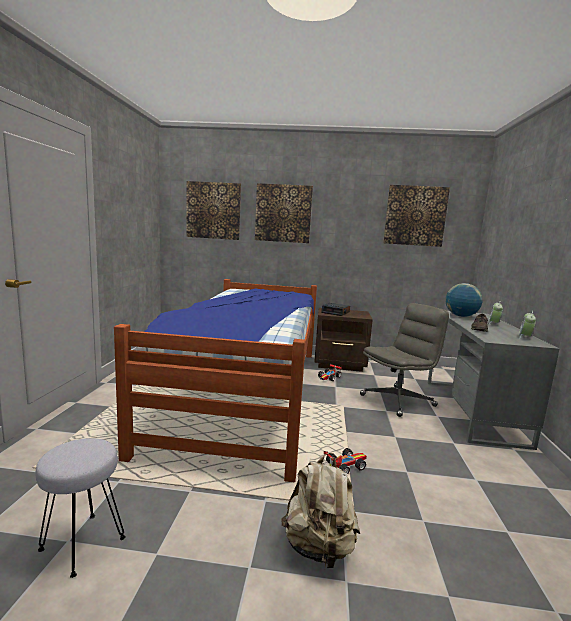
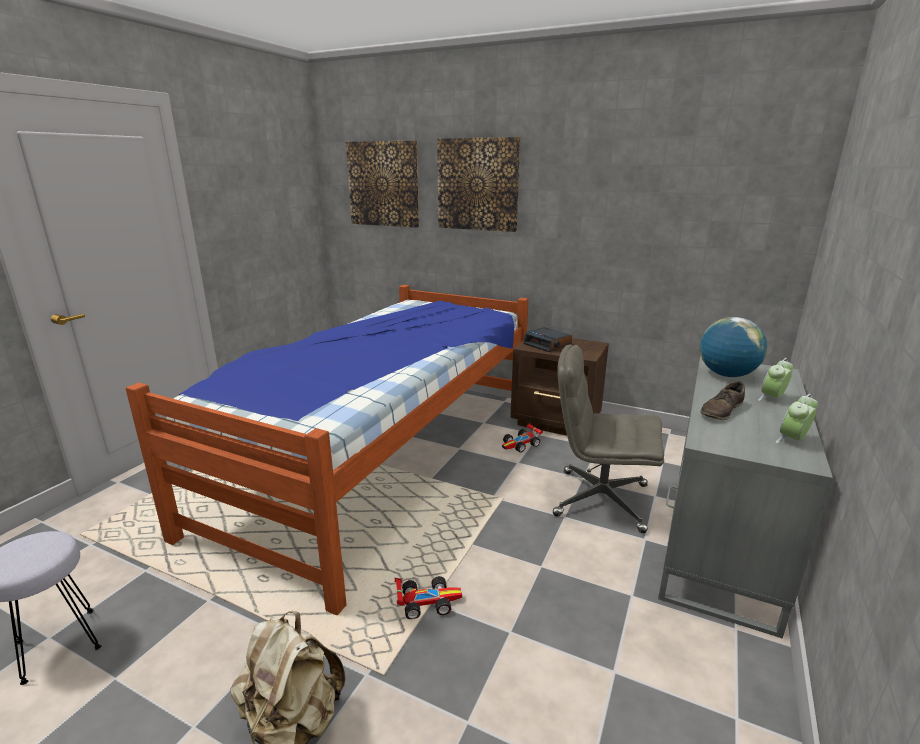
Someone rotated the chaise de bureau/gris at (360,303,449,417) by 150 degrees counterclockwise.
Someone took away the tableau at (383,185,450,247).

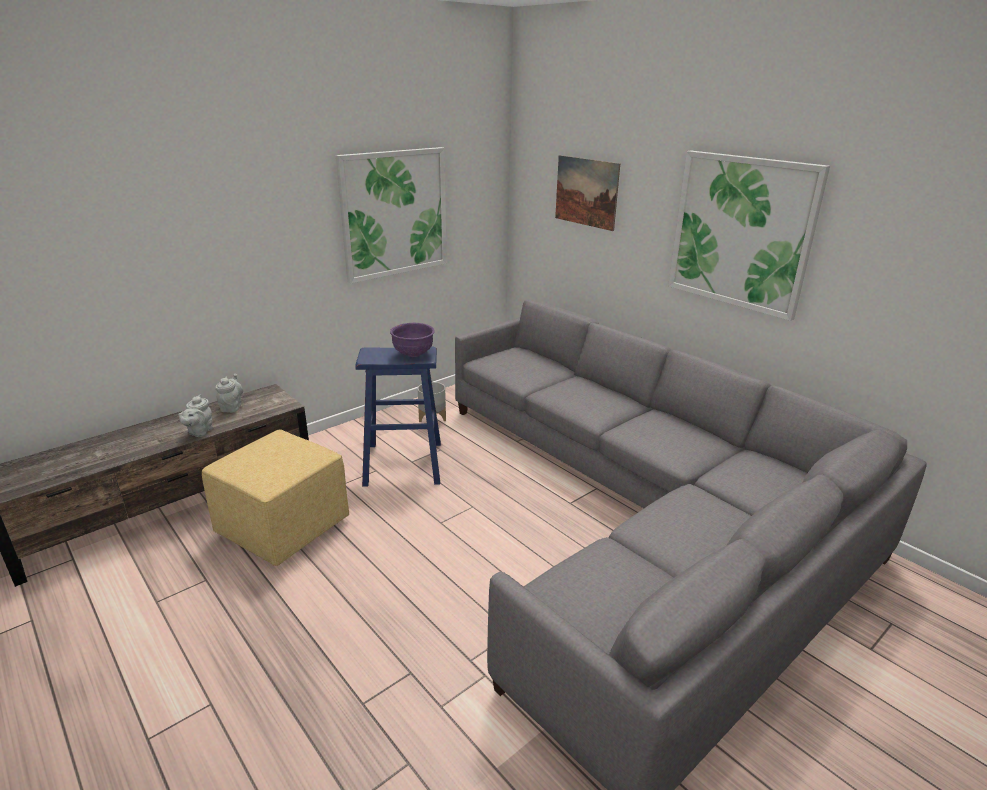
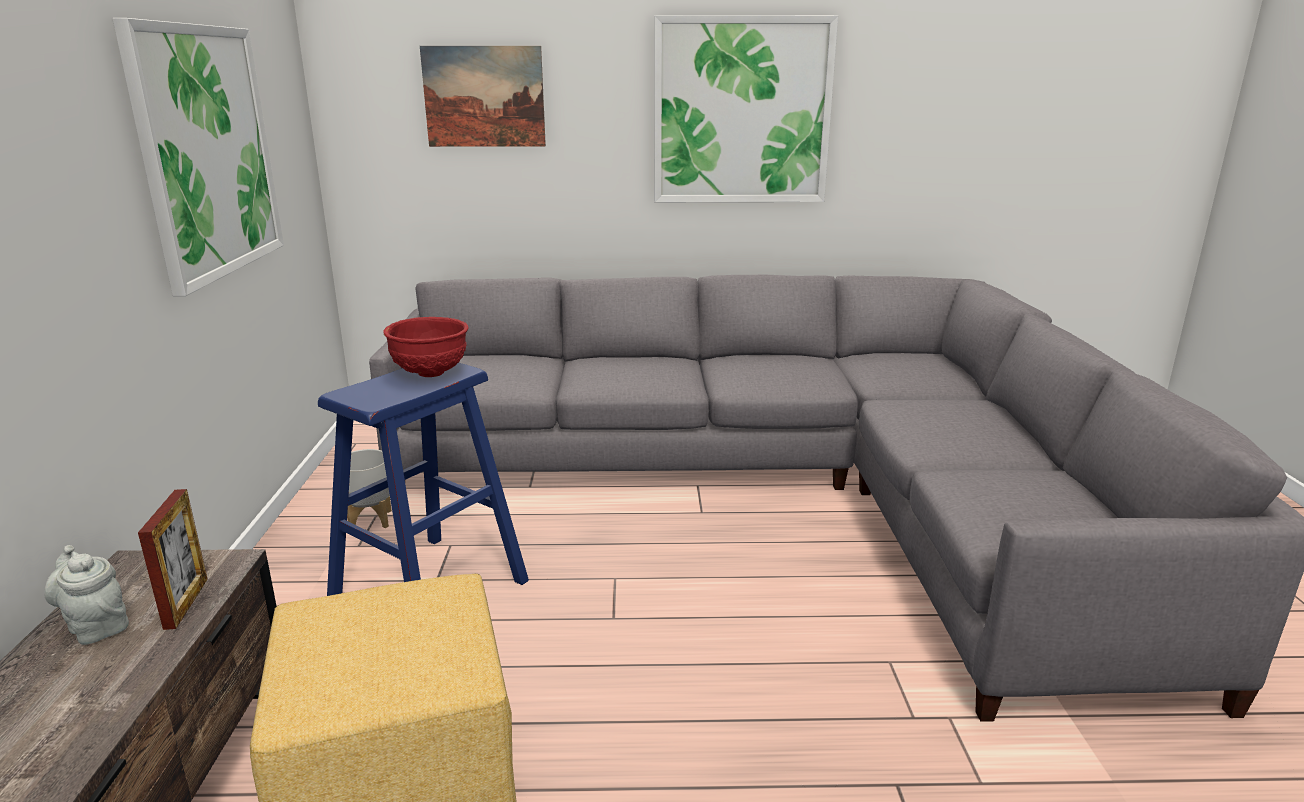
Someone took away the théière/gris at (178,395,213,437).
Someone repainted the bol/violet at (390,323,435,357), which became the bol/rouge at (383,317,468,377).
Someone put down the cadre photo at (138,489,208,630).

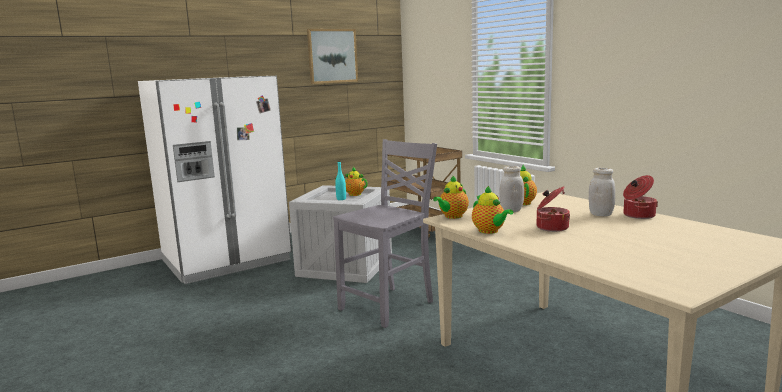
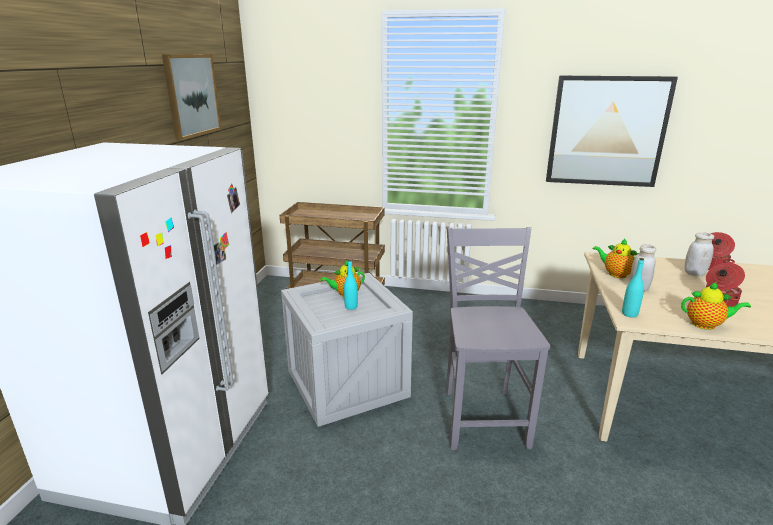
Someone swapped the théière at (433,175,469,219) for the bouteille/turquoise at (622,258,644,318).
Someone put up the tableau at (546,76,678,187).

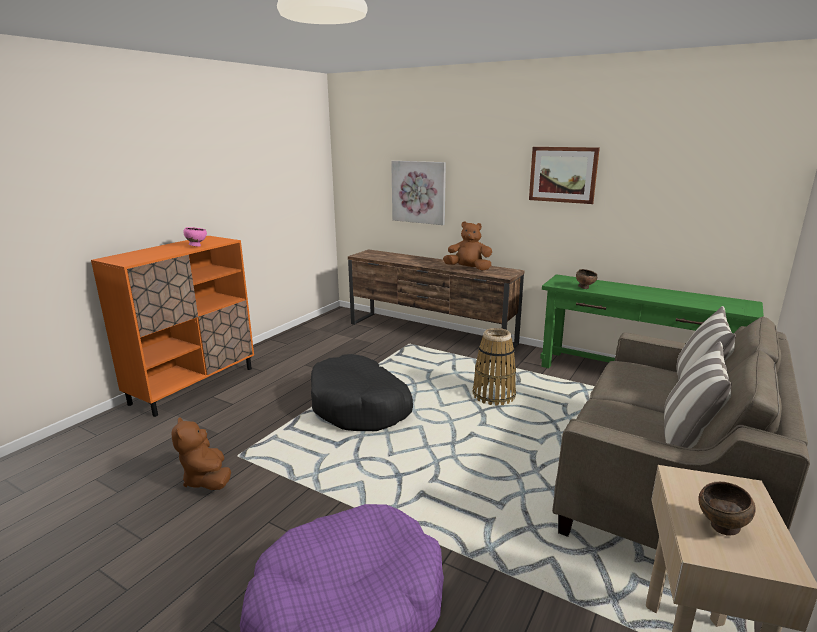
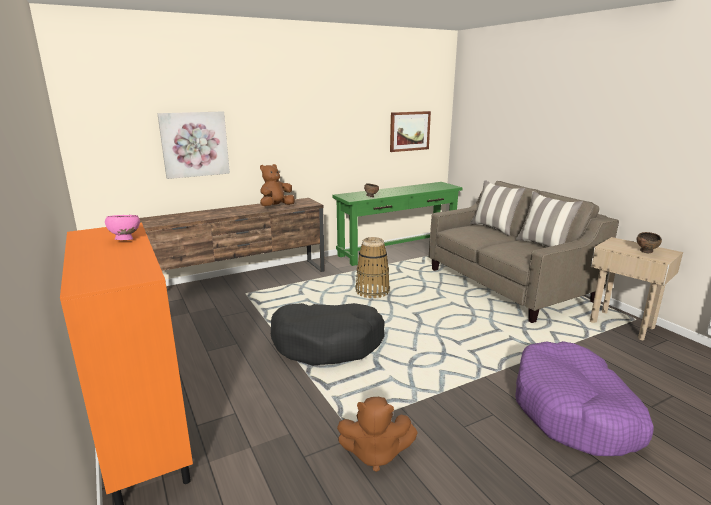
Someone carried the tableau from (529,147,600,204) to (390,111,431,152).

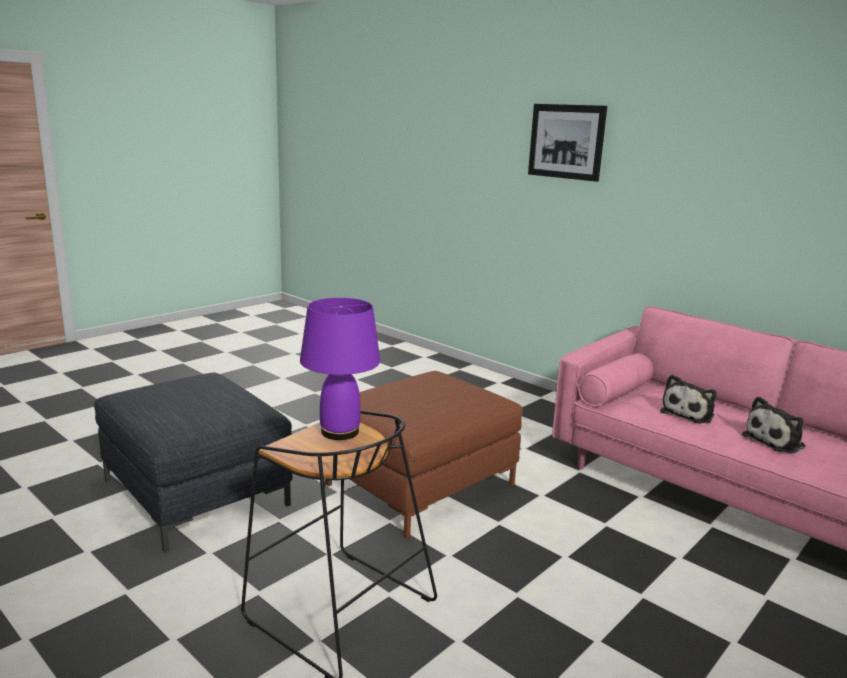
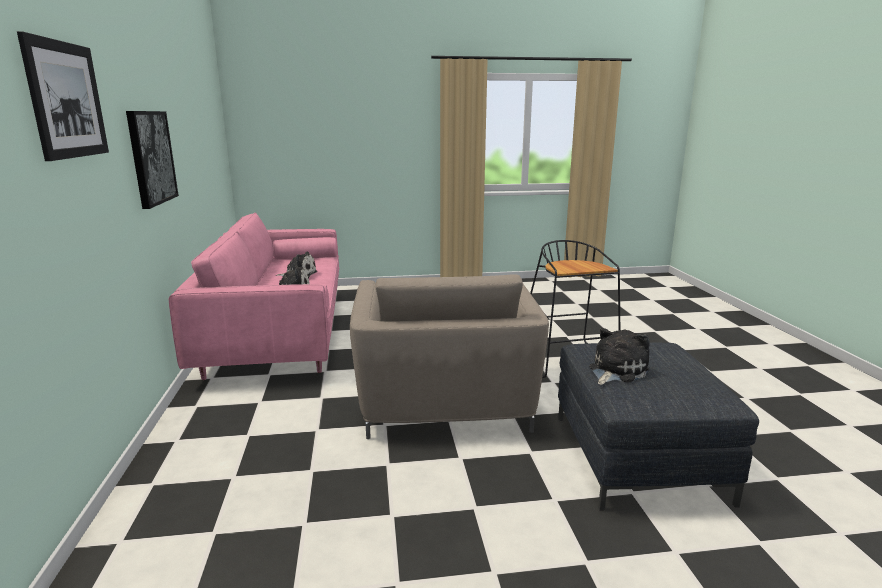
Someone took away the lampe de table/violet at (300,298,380,440).
Someone swapped the pouf/marron at (326,371,523,539) for the fauteuil/beige at (350,274,549,439).
Someone put up the tableau at (126,111,179,209).
Someone put down the peluche at (589,328,650,385).

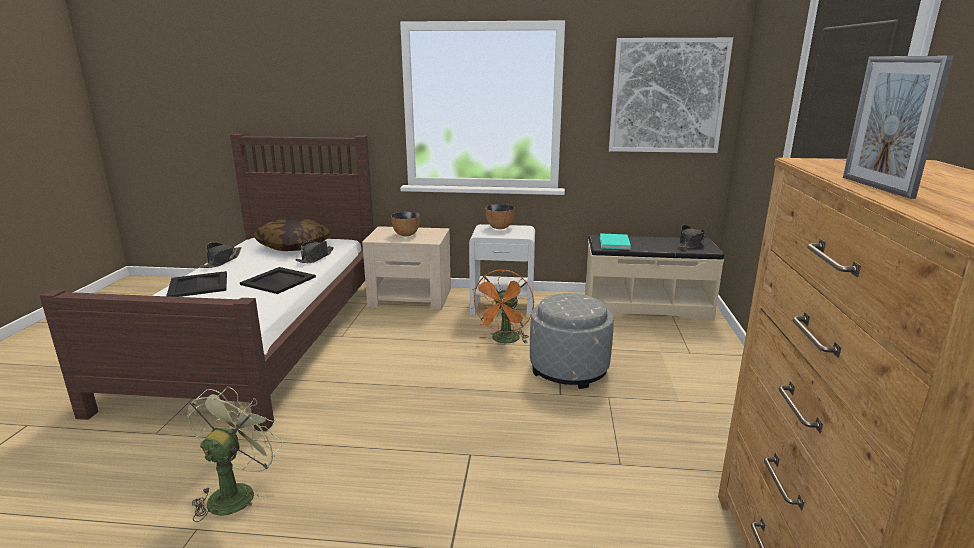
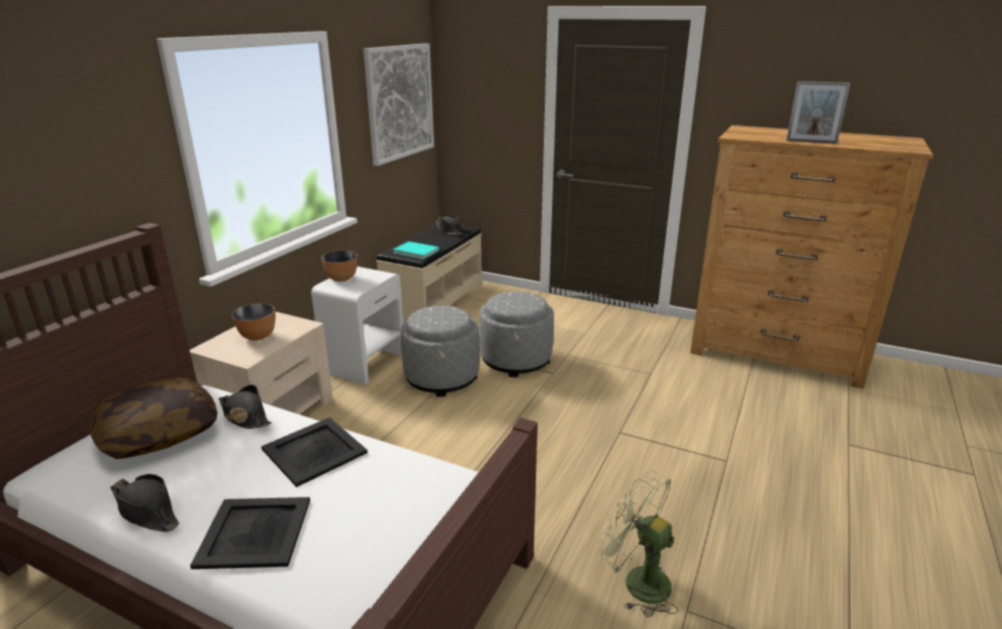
Someone swapped the ventilateur/orange at (472,270,534,344) for the pouf/gris at (401,306,479,397).

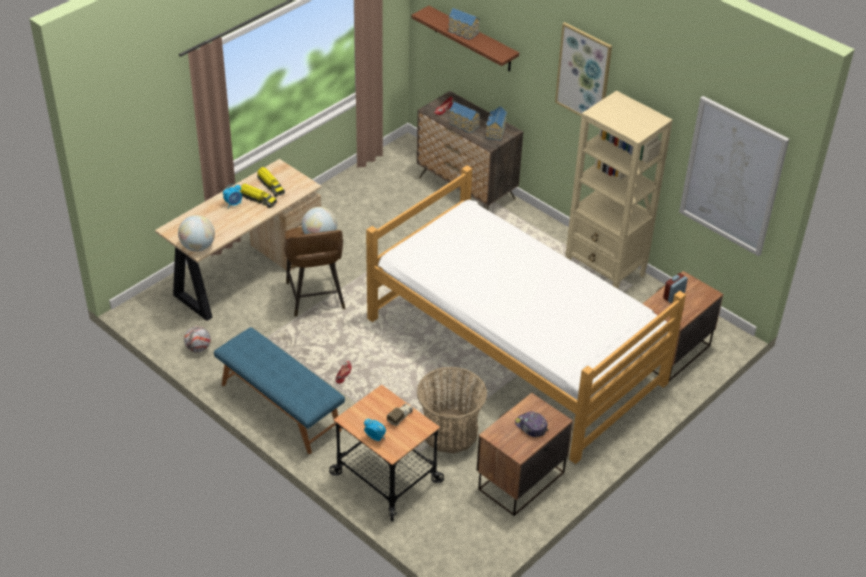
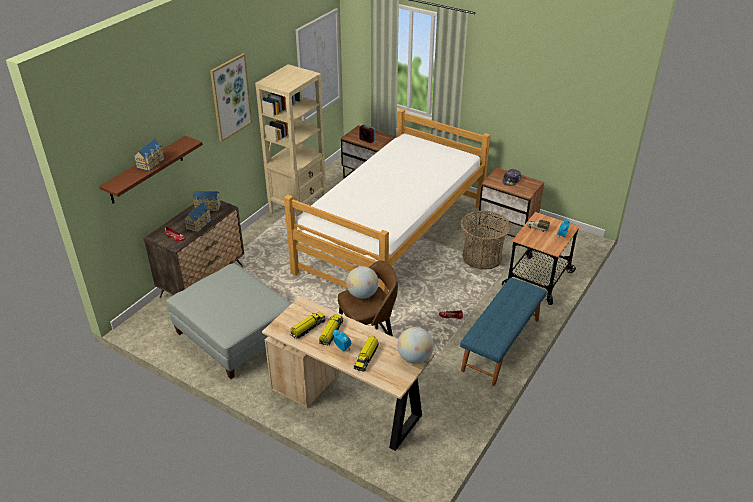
Someone took away the ballon de foot at (184,326,211,352).
Someone put down the pouf/gris at (166,263,292,379).
Someone put down the camion jouet at (354,336,378,372).

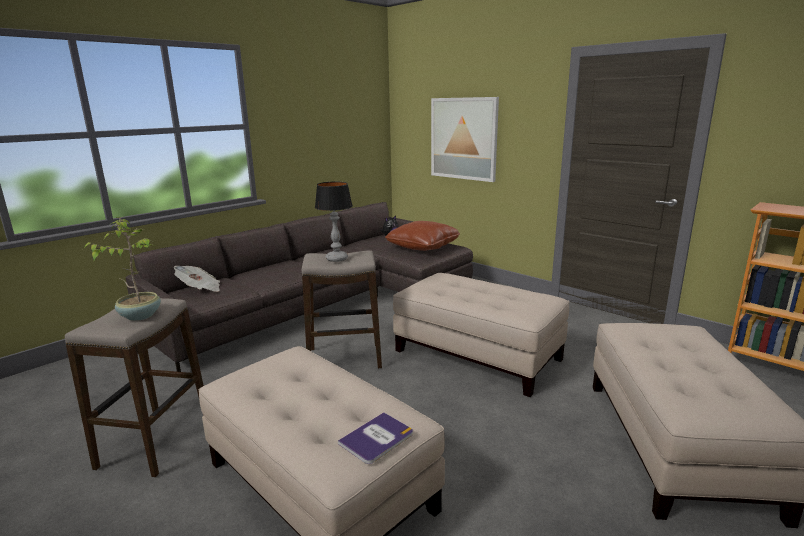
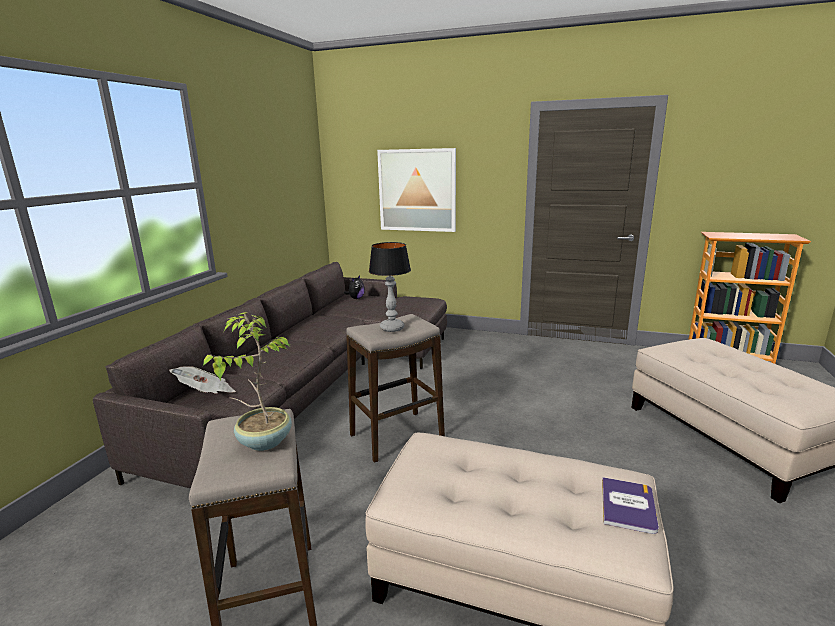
Someone took away the coussin/marron at (385,221,460,251).
Someone took away the pouf/beige at (393,273,569,397).

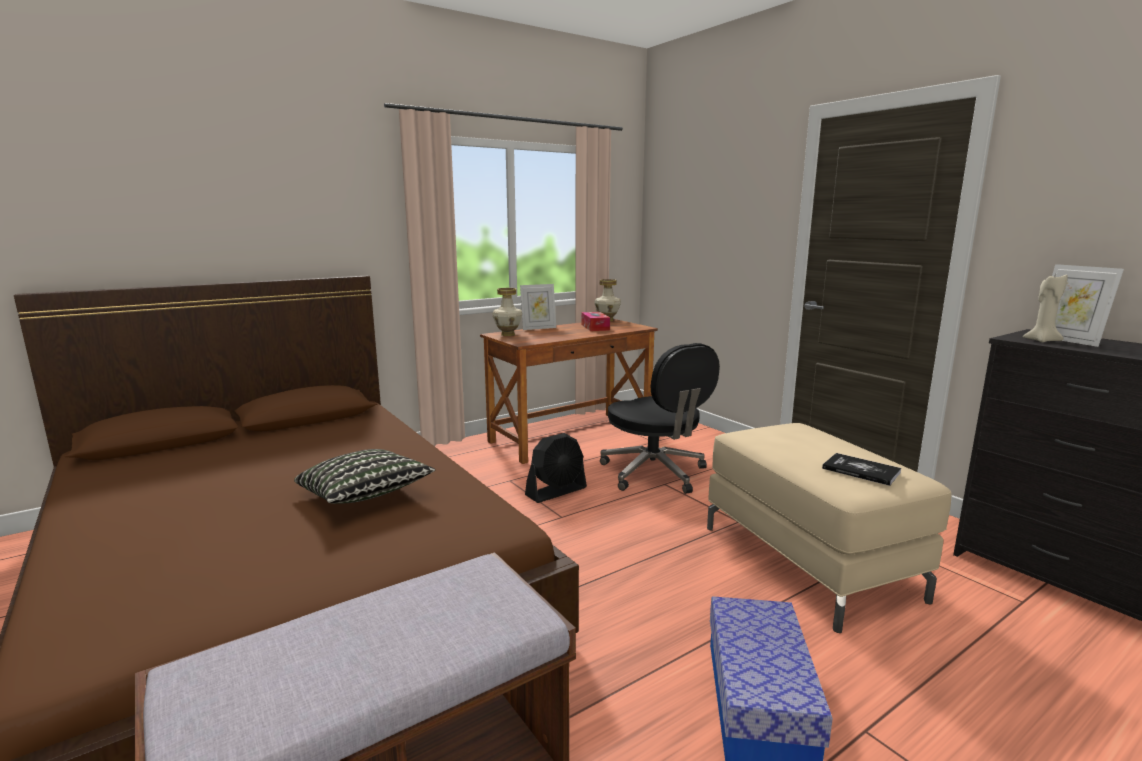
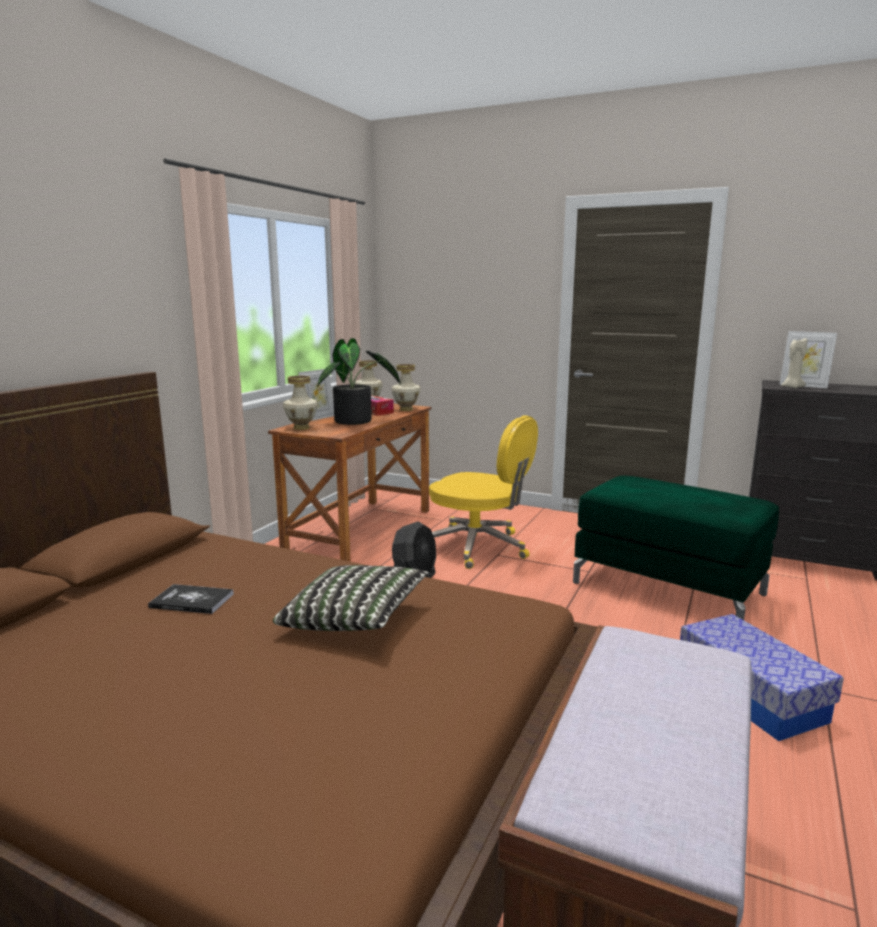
Someone repainted the chaise de bureau/noir at (600,343,720,494), which became the chaise de bureau/jaune at (429,415,538,569).
Someone repainted the pouf/beige at (707,423,951,633), which became the pouf/vert at (573,475,779,620).
Someone carried the livre from (822,453,901,486) to (148,584,234,614).
Someone put down the plante en pot at (317,338,401,425).
Someone put down the vase at (392,364,421,411).

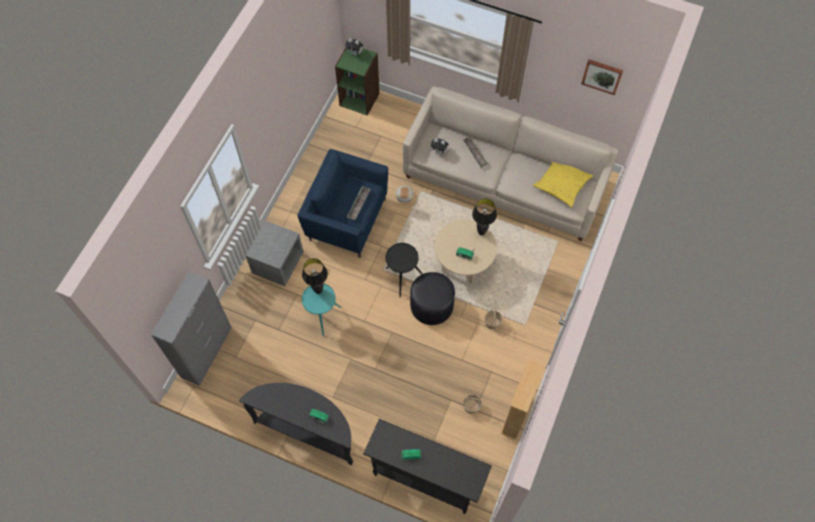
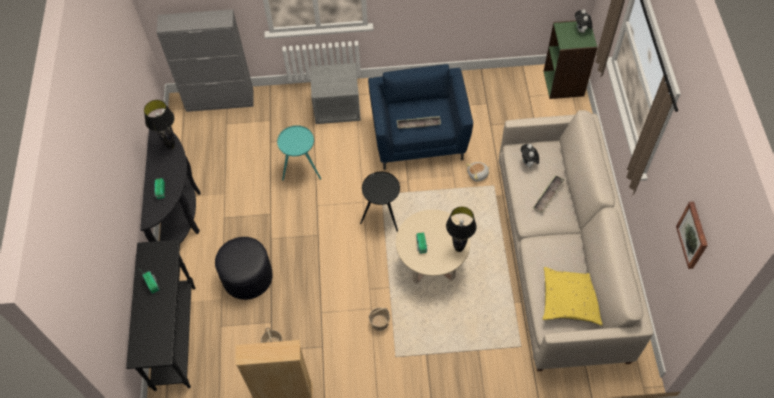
Someone carried the lampe de table/noir from (302,258,328,294) to (144,100,175,149).
Someone carried the pouf/noir from (410,272,455,325) to (215,237,273,300).

